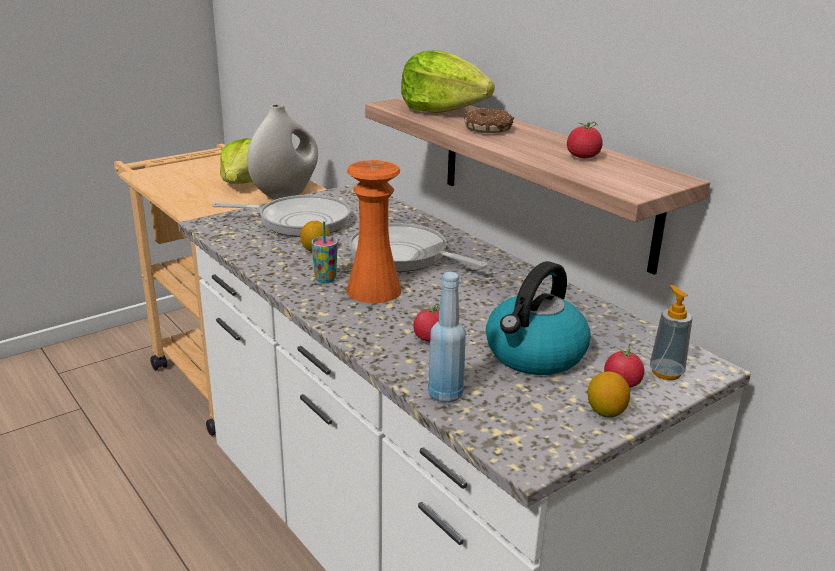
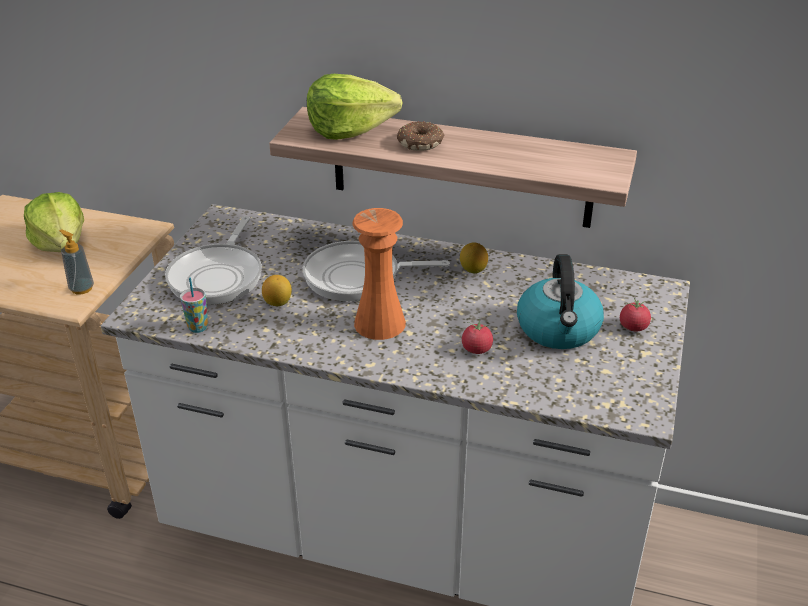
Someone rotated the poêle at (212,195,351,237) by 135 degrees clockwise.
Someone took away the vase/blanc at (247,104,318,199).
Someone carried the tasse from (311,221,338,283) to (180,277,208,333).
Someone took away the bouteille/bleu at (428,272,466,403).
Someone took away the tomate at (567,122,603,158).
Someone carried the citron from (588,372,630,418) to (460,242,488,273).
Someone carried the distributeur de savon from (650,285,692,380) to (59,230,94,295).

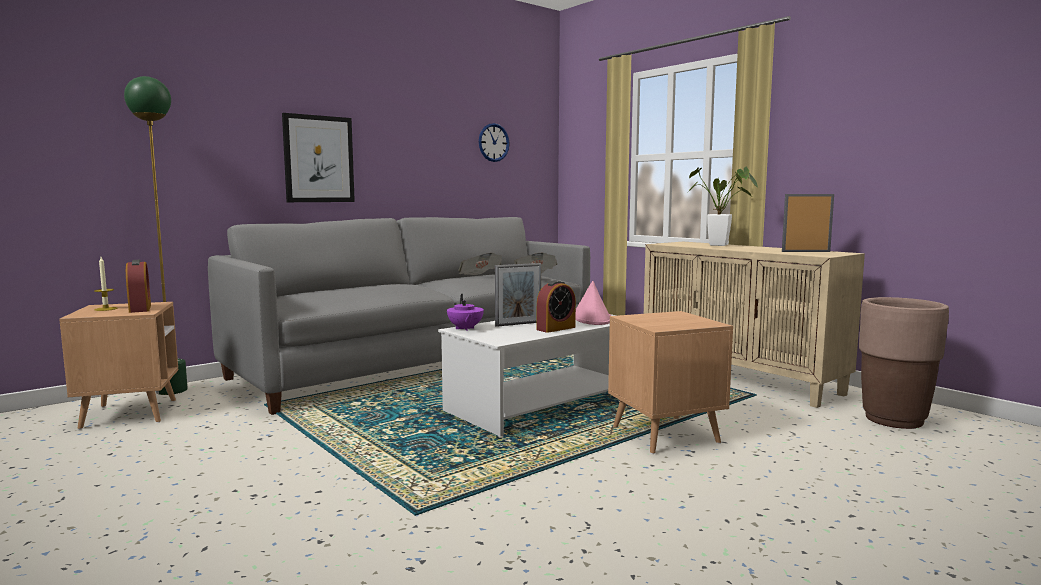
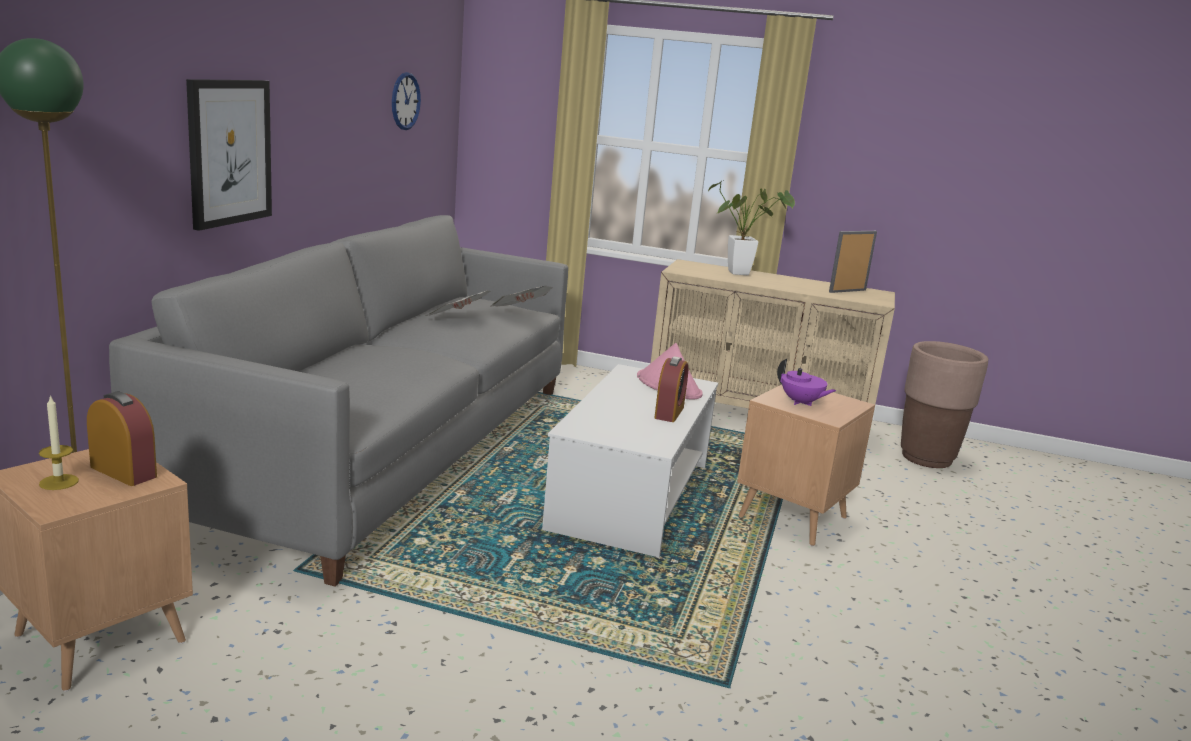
Someone carried the théière/violet from (447,294,484,331) to (777,359,836,406).
Someone took away the cadre photo at (495,263,541,327).

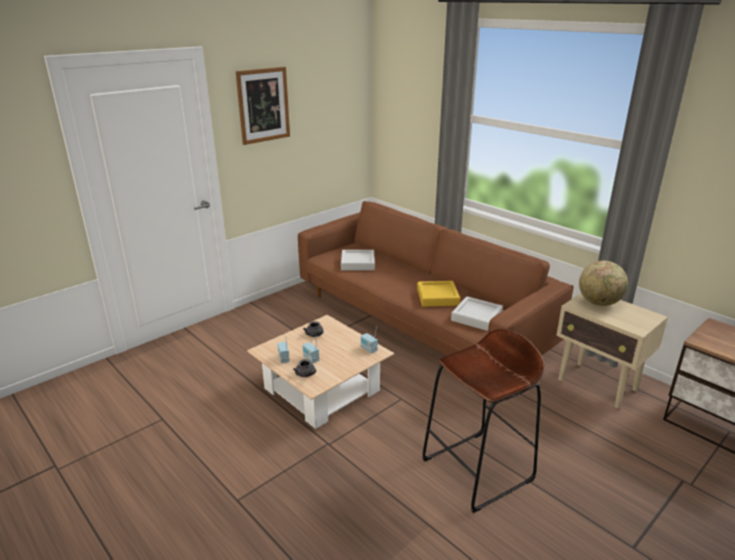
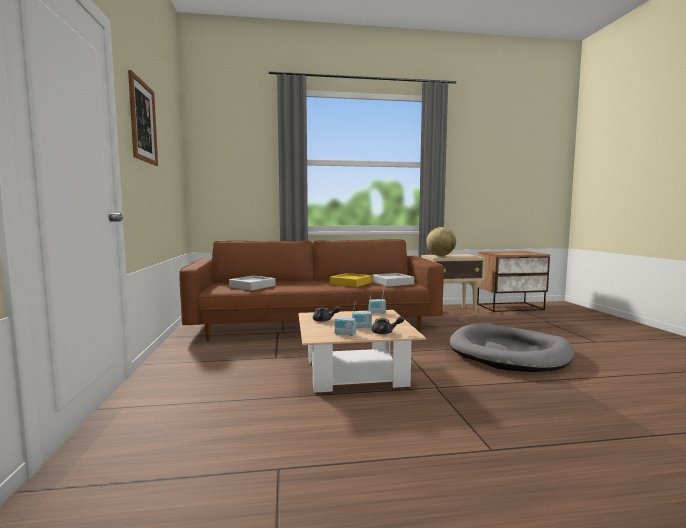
Someone swapped the tabouret/marron at (422,329,544,513) for the panier pour chien/gris at (450,323,574,372).

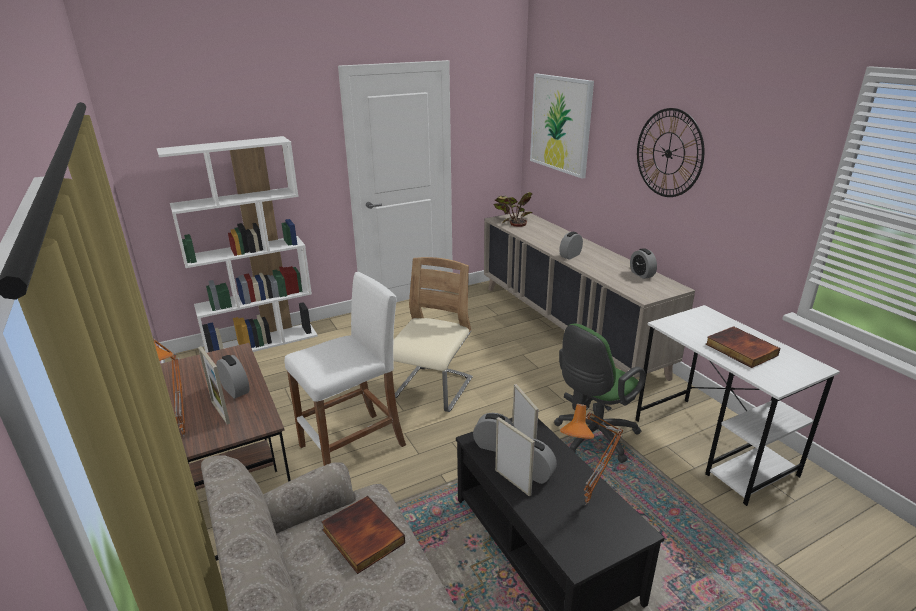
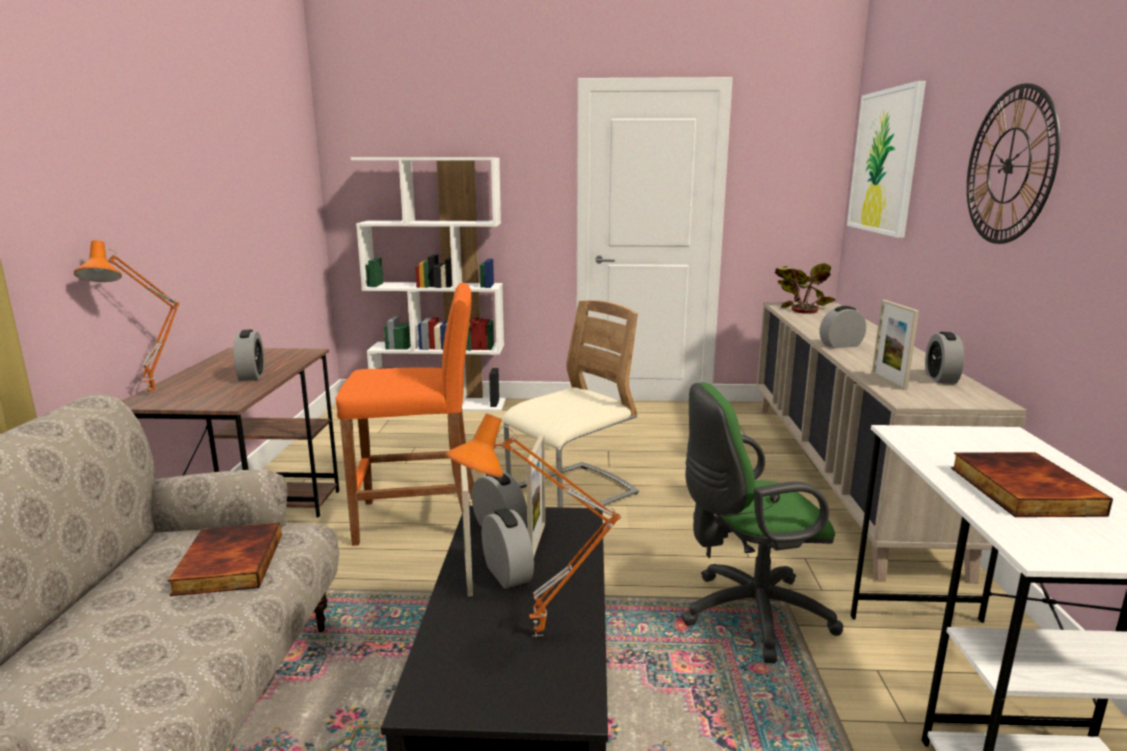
Someone carried the cadre photo from (198,346,230,425) to (872,300,919,390).
Someone repainted the tabouret/blanc at (284,272,406,466), which became the tabouret/orange at (335,283,474,546).

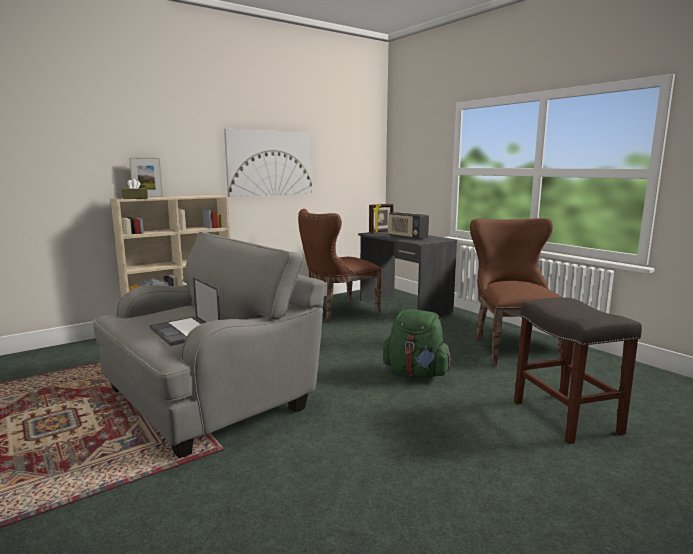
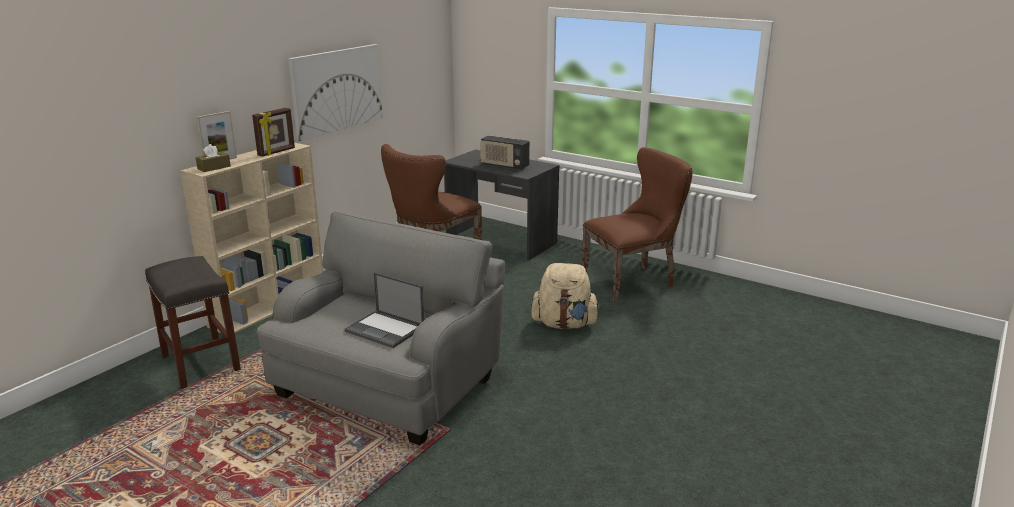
Someone carried the cadre photo from (369,204,394,233) to (252,108,295,157).
Someone repainted the sac à dos/vert at (383,309,452,378), which became the sac à dos/beige at (531,263,600,329).
Someone rotated the chaise/marron at (470,218,564,366) by 90 degrees clockwise.
Someone carried the tabouret/gris from (514,297,642,444) to (145,256,241,389).

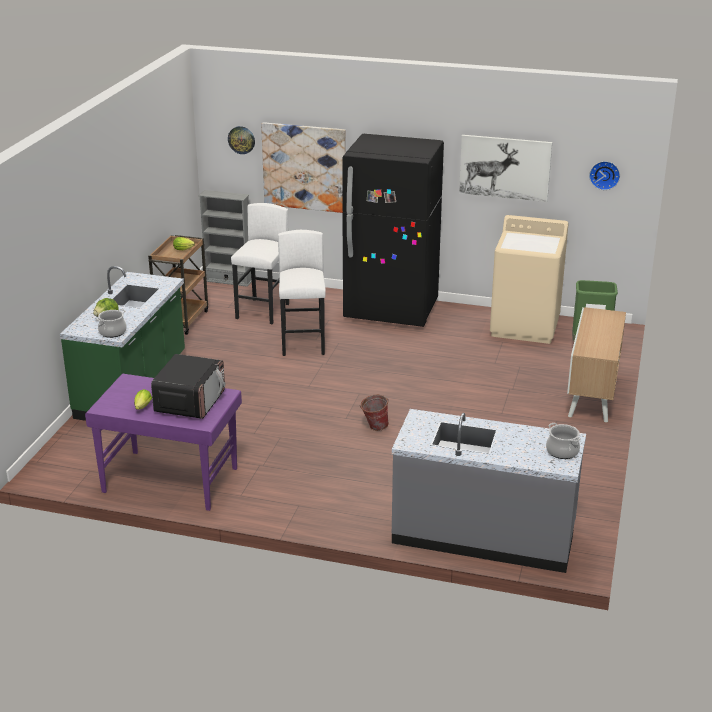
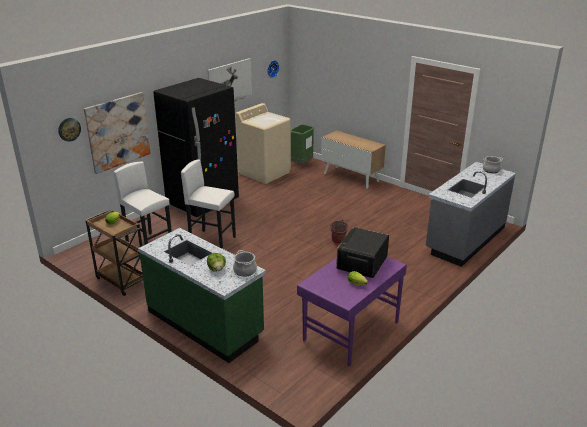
Someone rotated the micro-ondes at (151,354,225,419) by 105 degrees counterclockwise.
Someone took away the bibliothèque/gris at (199,190,252,287).

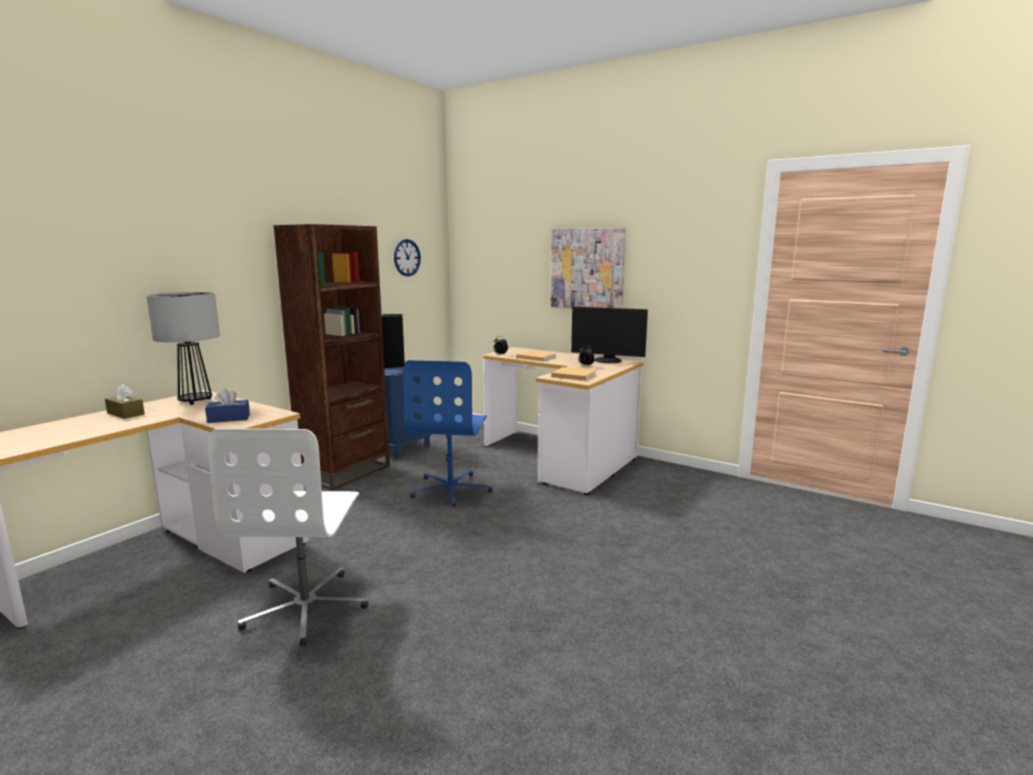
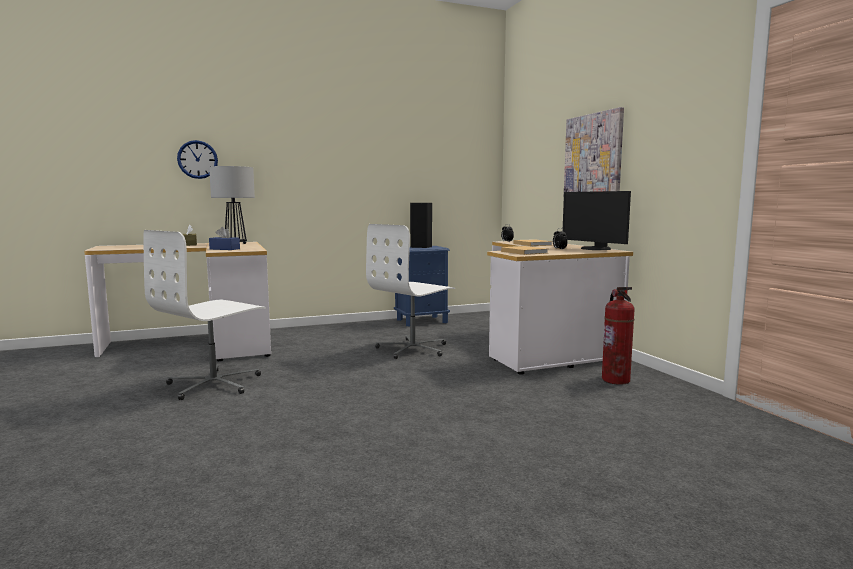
Someone took away the bibliothèque/marron at (273,224,390,490).
Someone carried the horloge murale from (394,239,421,277) to (177,140,218,179).
Someone repainted the chaise de bureau/bleu at (403,360,493,507), which became the chaise de bureau/blanc at (366,224,455,359).
Someone put down the extincteur at (602,287,635,385).

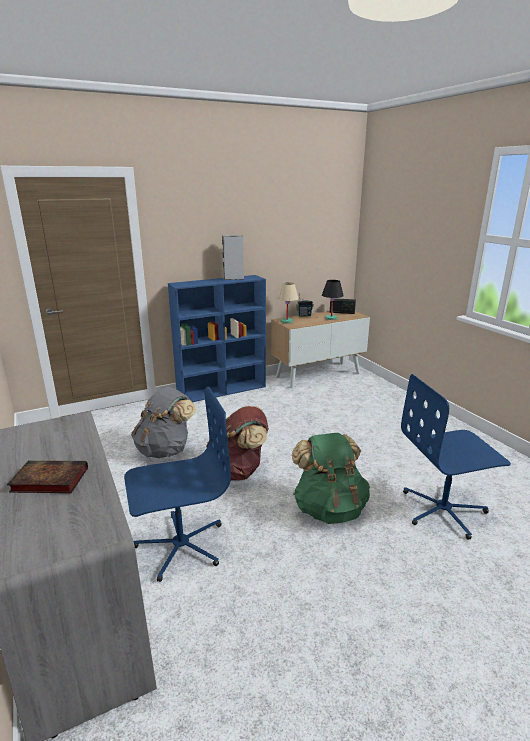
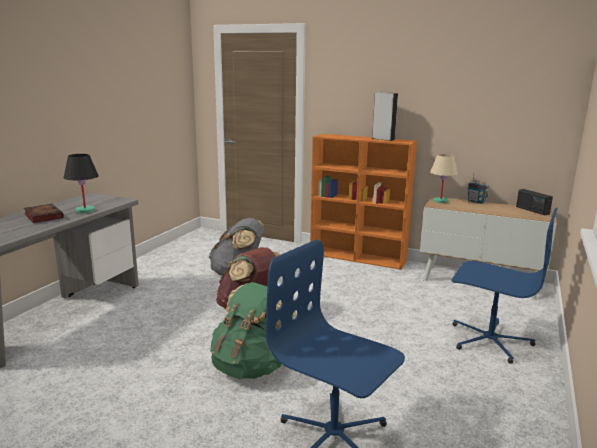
Someone carried the chaise de bureau/bleu from (124,387,231,582) to (452,208,558,364).
Someone repainted the bibliothèque/bleu at (168,275,266,402), which became the bibliothèque/orange at (310,134,417,270).
Someone carried the lampe de table/noir from (322,280,344,320) to (64,154,99,214).

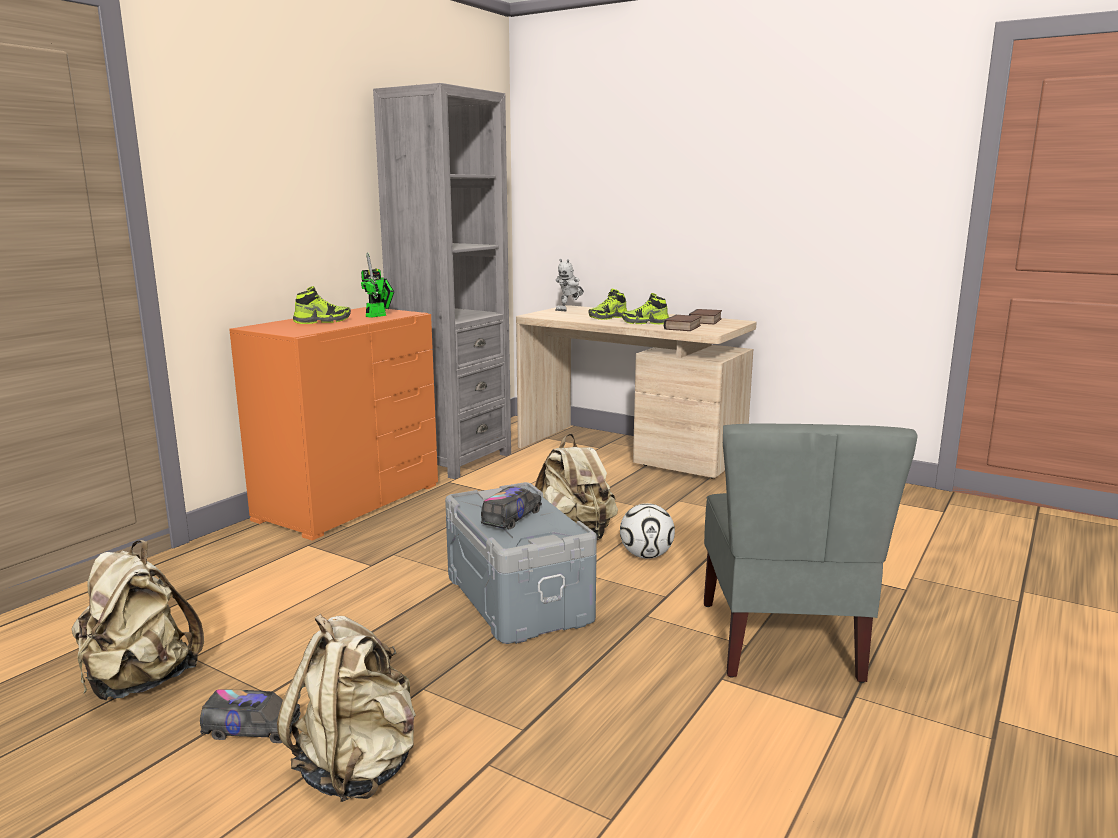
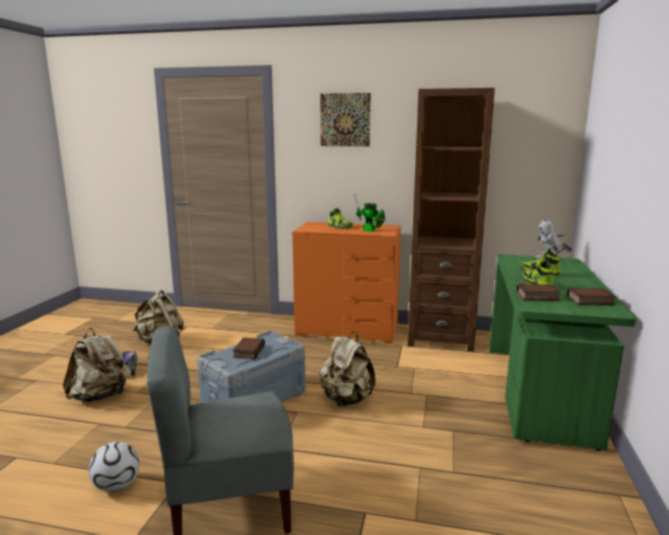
Someone repainted the bibliothèque/gris at (373,83,511,479), which became the bibliothèque/marron at (408,88,495,352).
Someone swapped the camion jouet at (481,487,542,529) for the livre at (233,338,265,359).
Someone repainted the bureau/beige at (516,305,756,478), which became the bureau/vert at (489,255,637,451).
Someone carried the ballon de foot from (620,503,675,559) to (88,442,139,492).
Someone put up the tableau at (320,93,371,146).

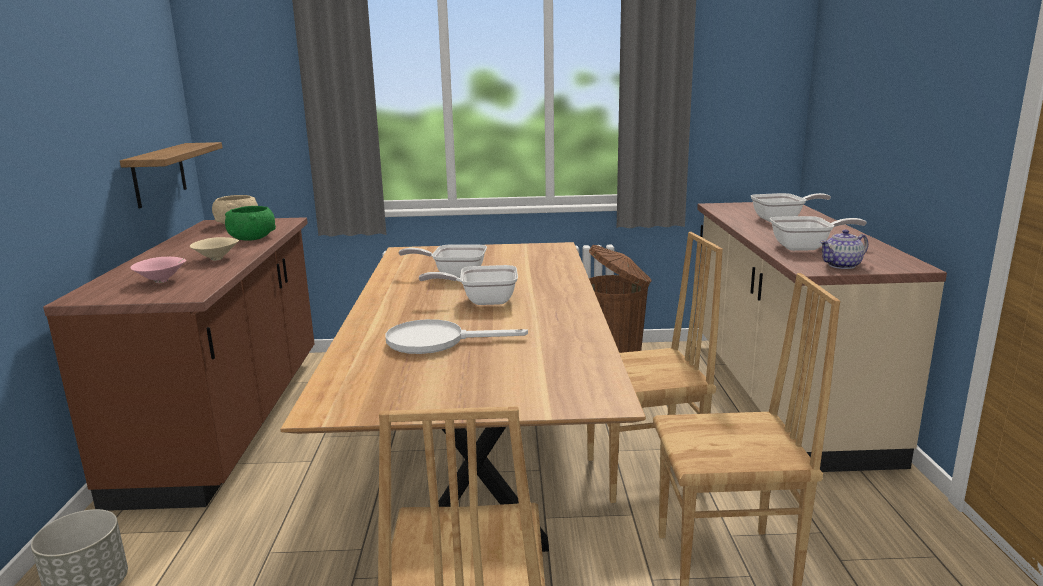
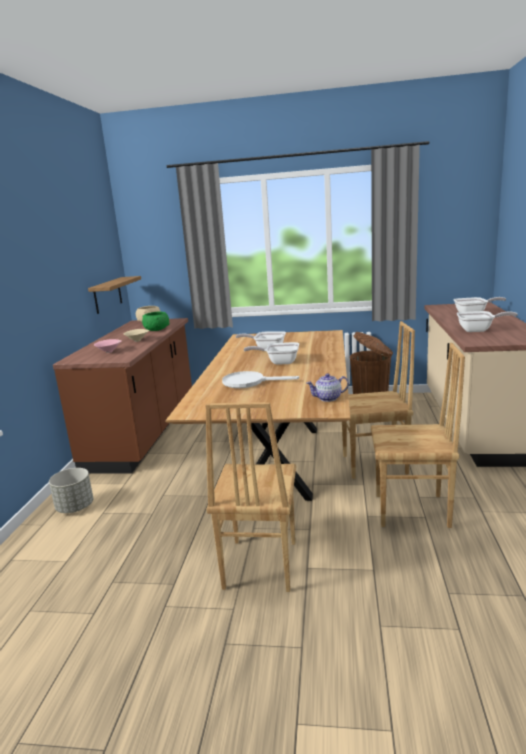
Someone carried the théière from (820,229,868,269) to (307,373,349,402).

